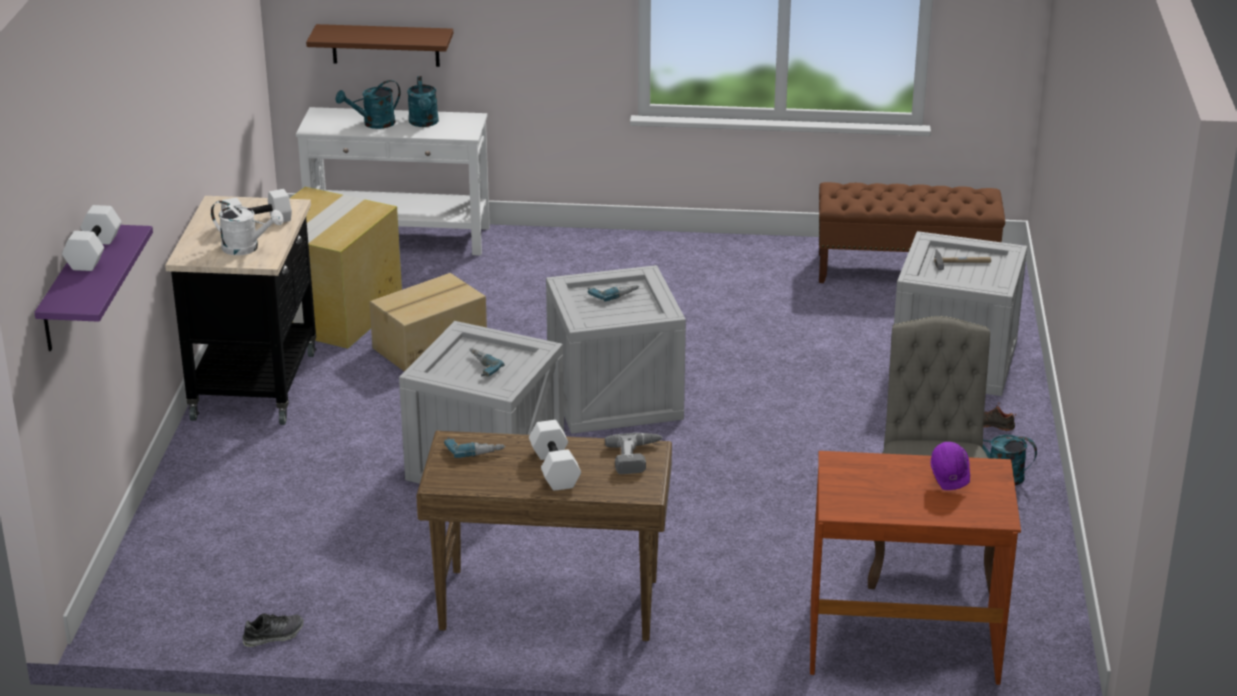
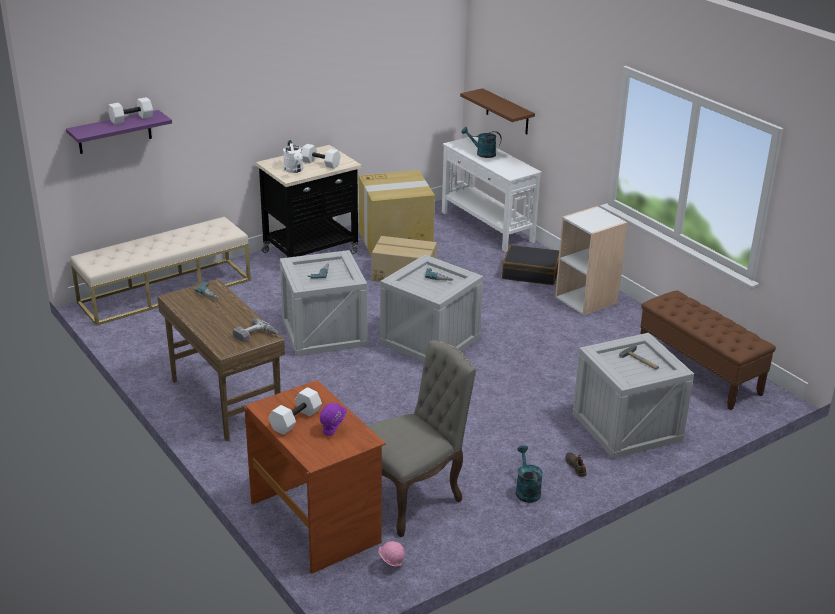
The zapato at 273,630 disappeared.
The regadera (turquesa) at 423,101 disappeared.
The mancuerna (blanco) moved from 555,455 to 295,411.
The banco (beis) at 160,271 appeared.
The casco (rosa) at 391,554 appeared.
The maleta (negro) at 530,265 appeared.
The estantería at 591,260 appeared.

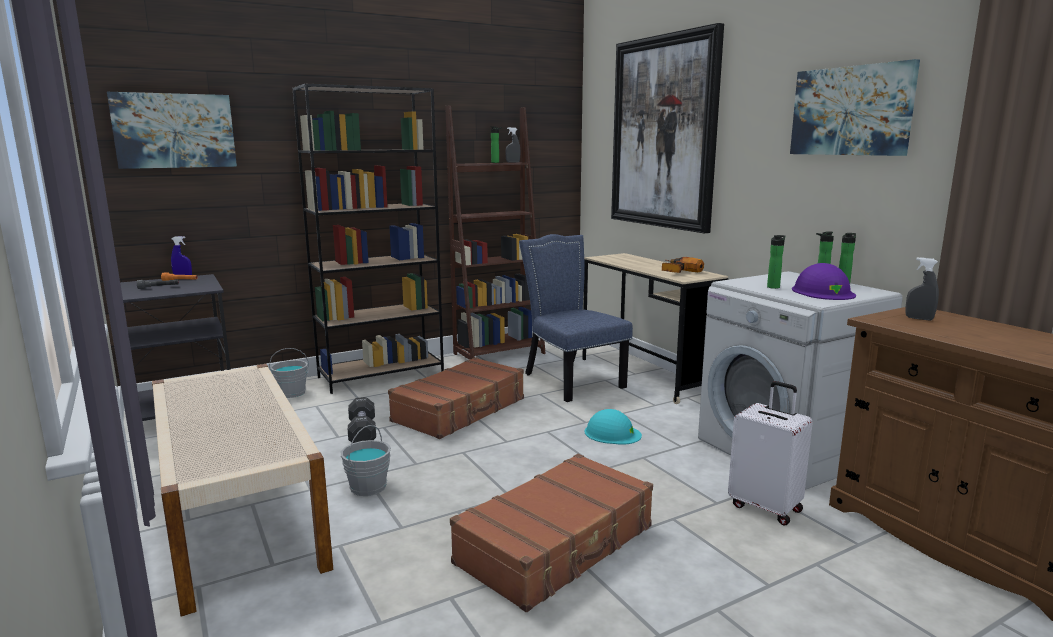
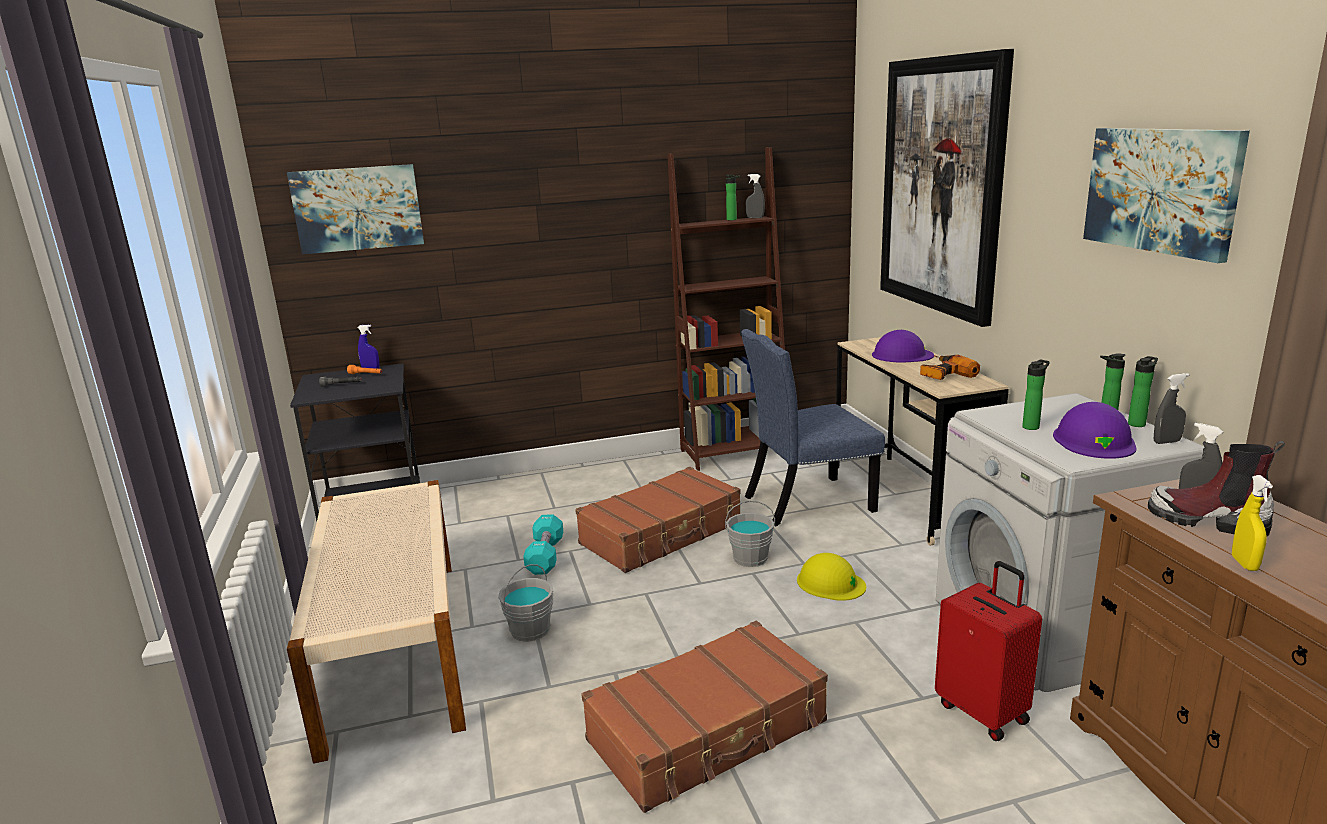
The cubo (gris) moved from 289,373 to 750,534.
The estantería (beis) at 368,239 disappeared.
The mancuerna (negro) at 362,420 became the mancuerna (turquesa) at 543,544.
The silla (azul) at 576,318 turned 90 degrees counterclockwise.
The casco (turquesa) at 613,427 became the casco (amarillo) at 831,577.
The maleta (blanco) at 770,453 became the maleta (rojo) at 988,651.
The casco (morado) at 903,346 appeared.
The bota at 1216,488 appeared.
The pulverizador (gris) at 1171,408 appeared.
The pulverizador (amarillo) at 1252,523 appeared.

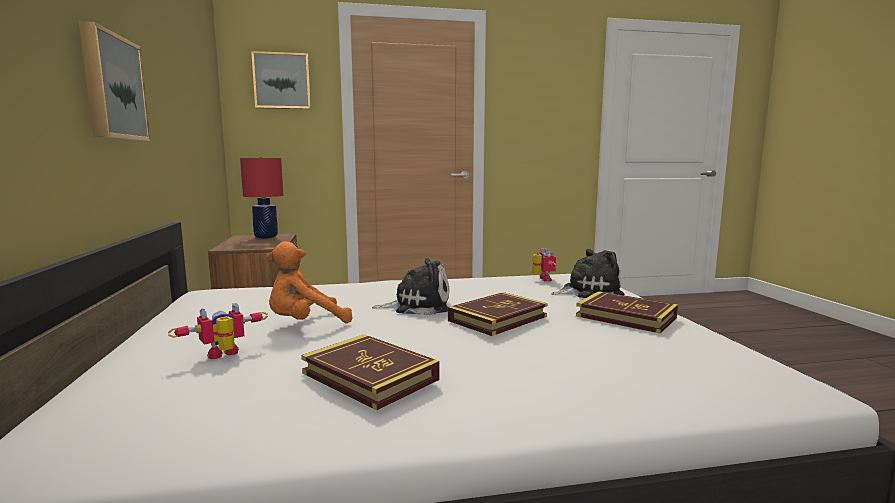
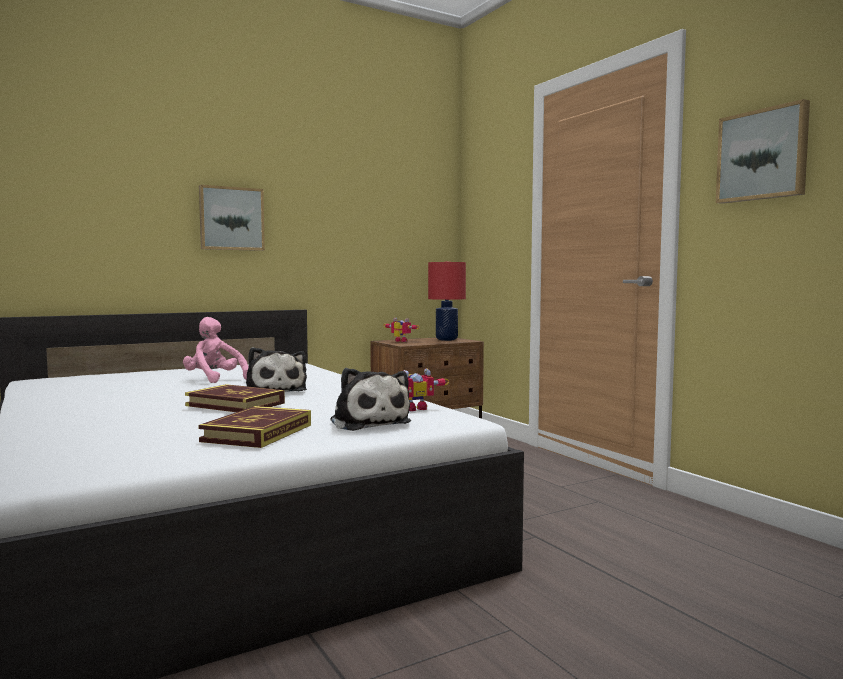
The robot de juguete moved from 218,331 to 401,330.
The cuadro moved from 281,80 to 763,151.
The peluche (naranja) at 309,282 became the peluche (rosa) at 216,350.
The libro at 370,372 disappeared.

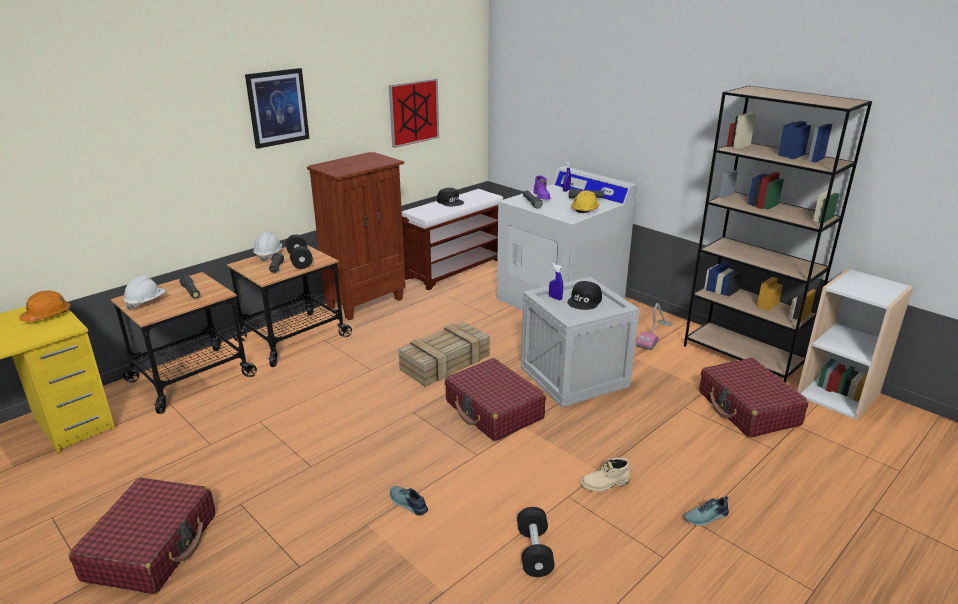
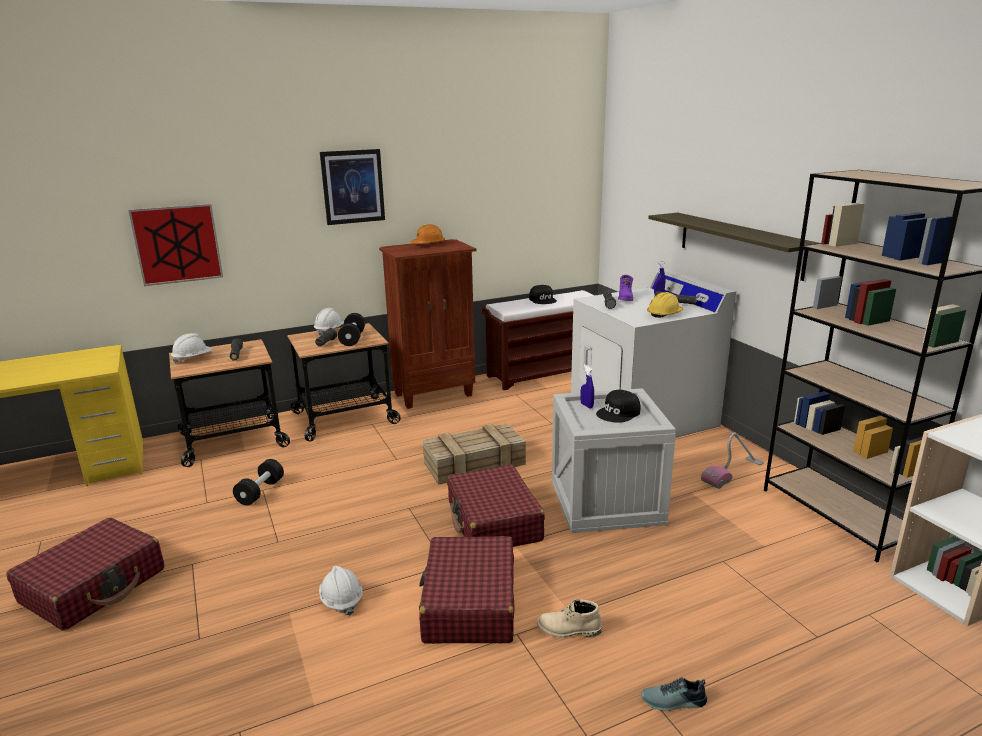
The casco (naranja) moved from 44,306 to 428,234.
The cuadro moved from 414,113 to 175,245.
The zapato at 409,501 was replaced by the casco (blanco) at 341,590.
The mancuerna (negro) moved from 536,542 to 258,482.
The maleta (rojo) moved from 754,398 to 467,590.
The estante at 733,247 appeared.

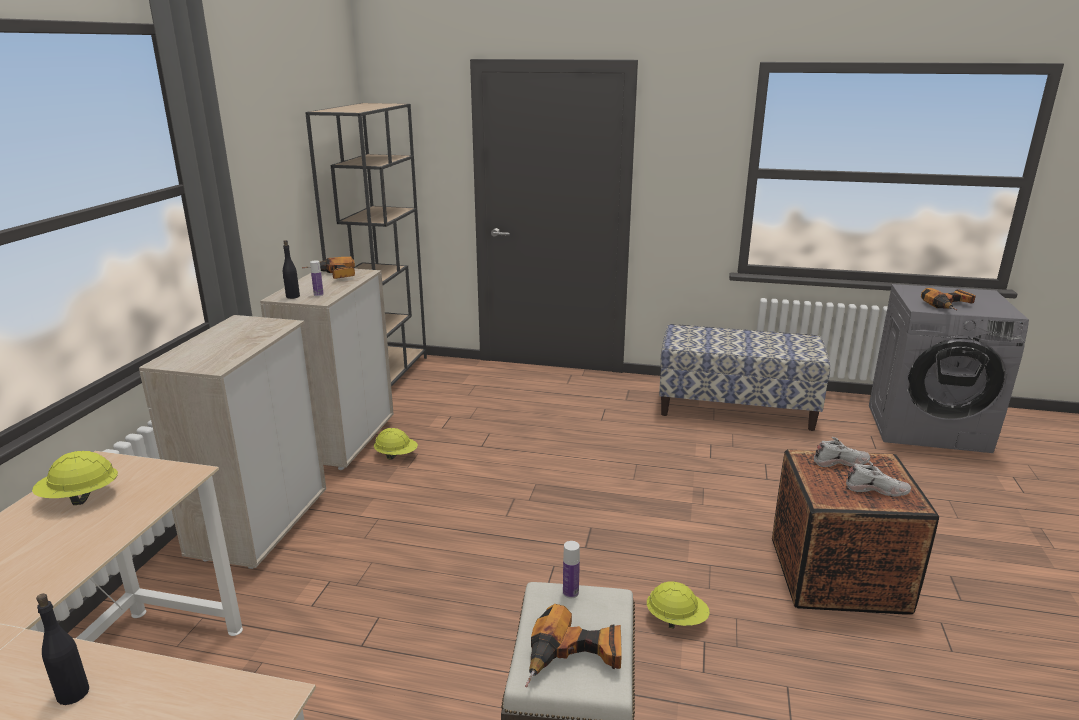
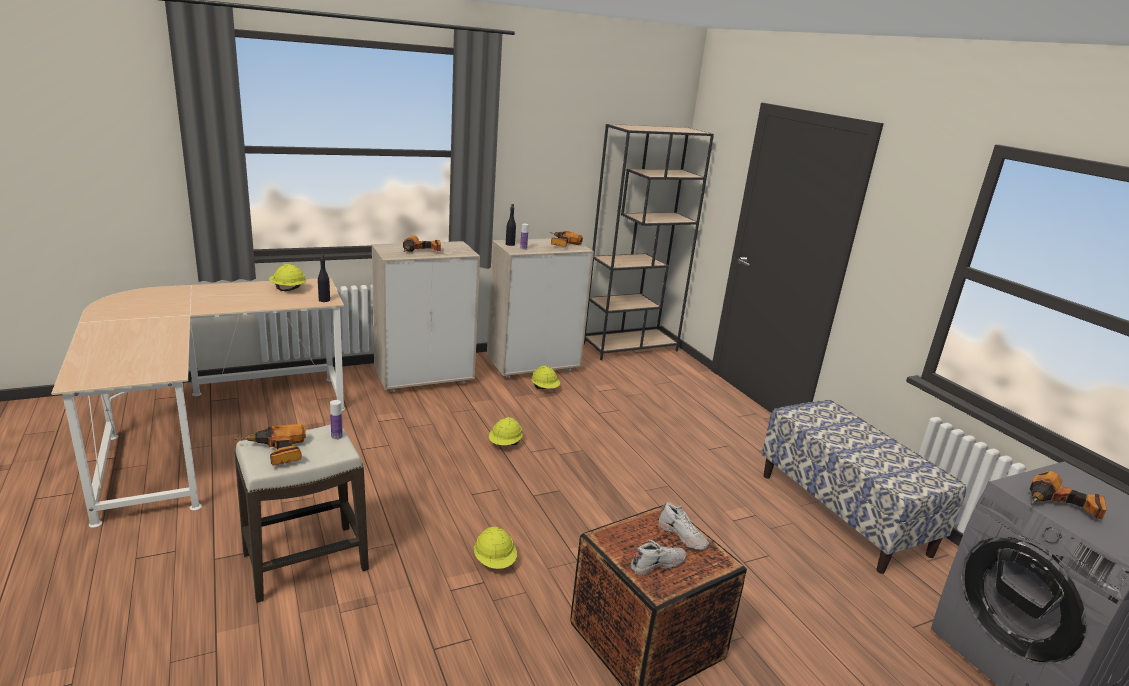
The botella (negro) moved from 62,649 to 324,278.
The zapato (blanco) at 878,479 turned 90 degrees counterclockwise.
The taladro at 422,243 appeared.
The casco (amarillo) at 506,431 appeared.

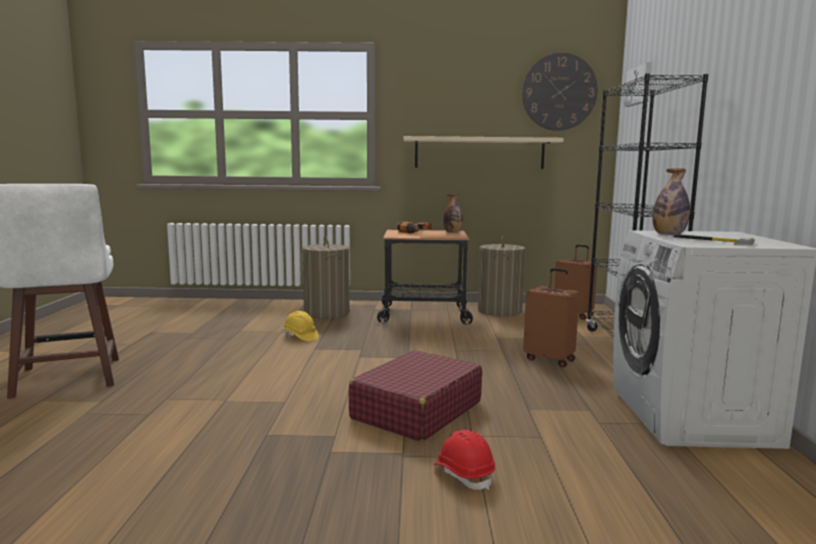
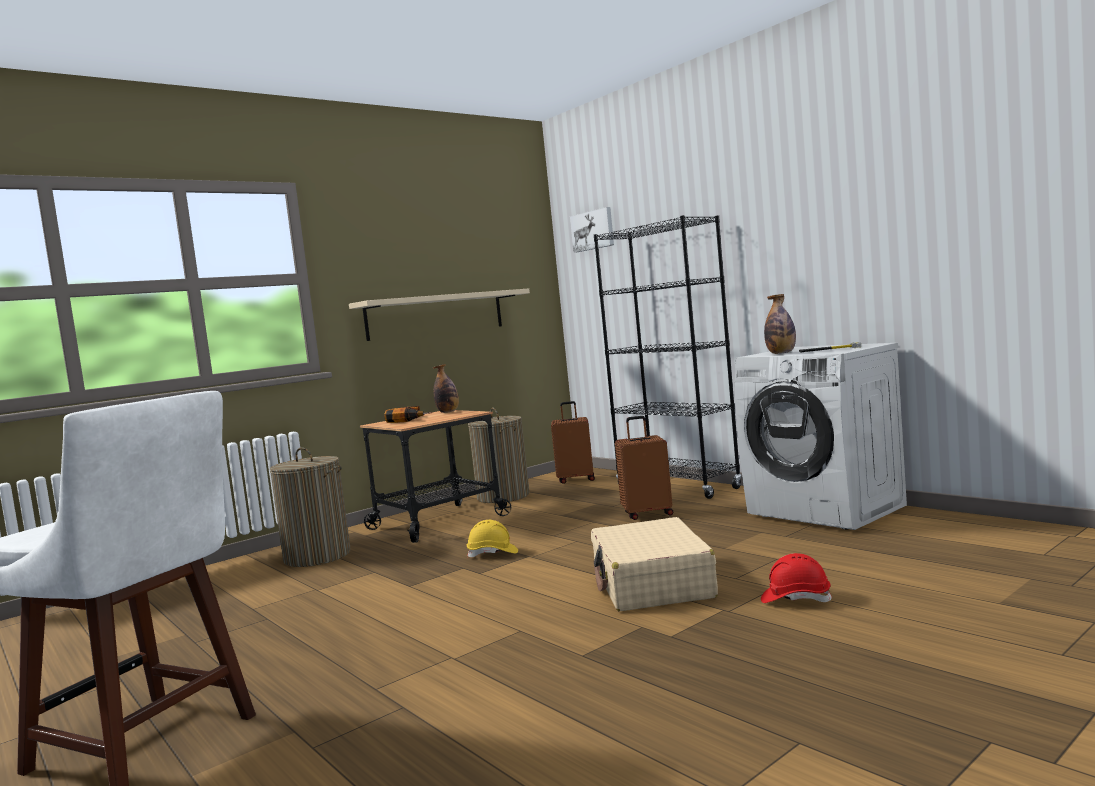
The casco (amarillo) moved from 301,326 to 492,538.
The maleta (rojo) at 415,396 became the maleta (beis) at 654,564.
The reloj de pared at 560,92 disappeared.

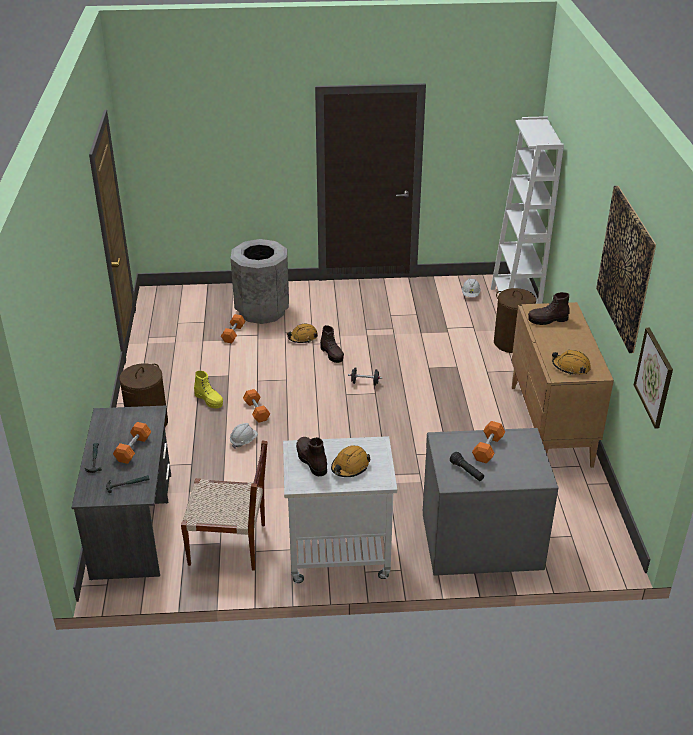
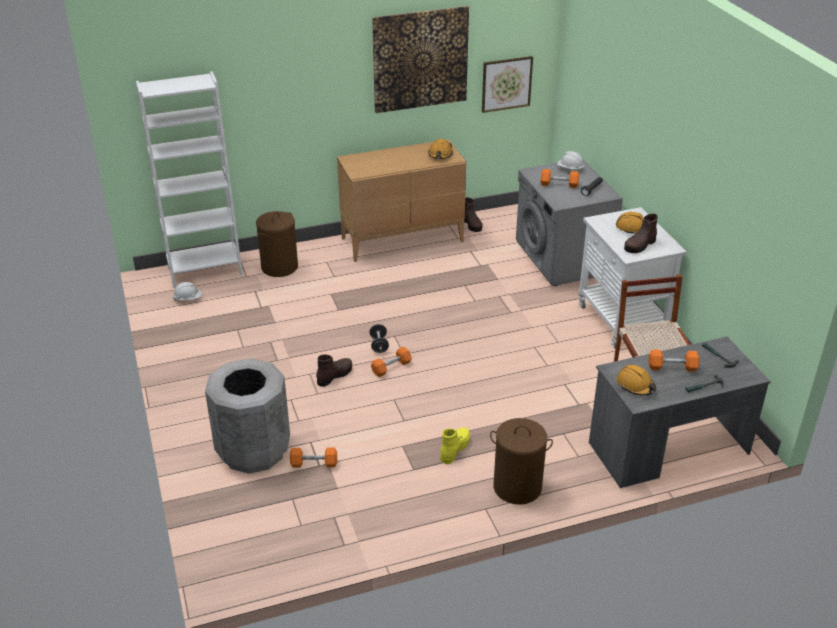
The casco (blanco) moved from 244,435 to 570,161.
The mancuerna (naranja) moved from 256,406 to 391,361.
The casco (naranja) moved from 302,333 to 636,380.
The bota (marrón) moved from 549,308 to 473,214.

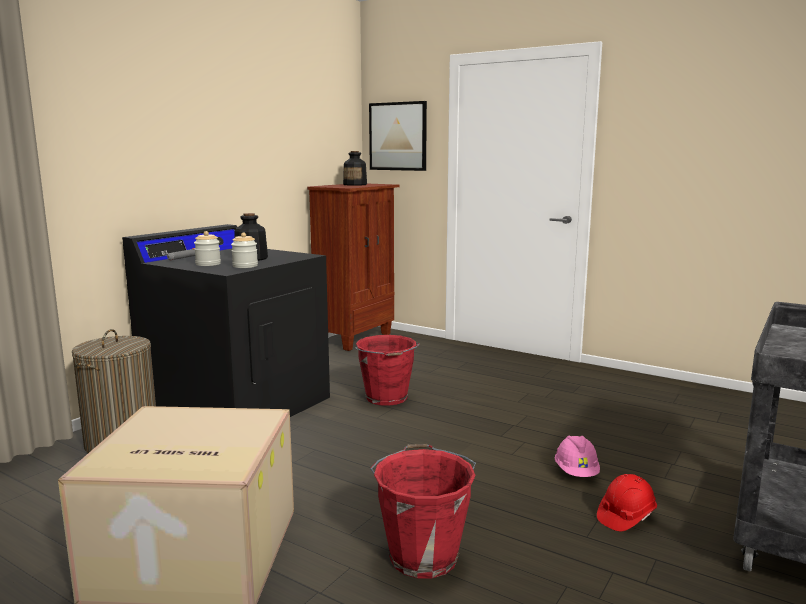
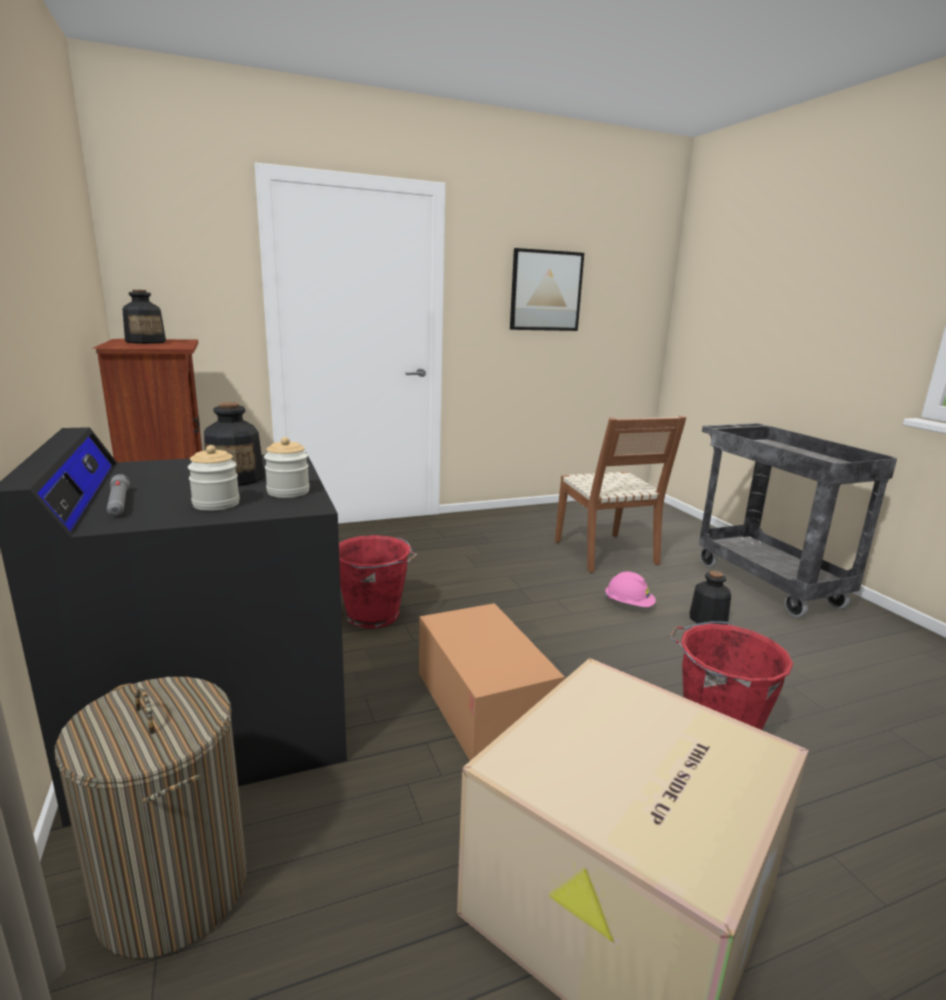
The cuadro moved from 398,136 to 547,289.
The casco (rojo) at 627,502 was replaced by the botella at 710,598.
The caja de cartón at 492,682 appeared.
The silla at 620,494 appeared.

